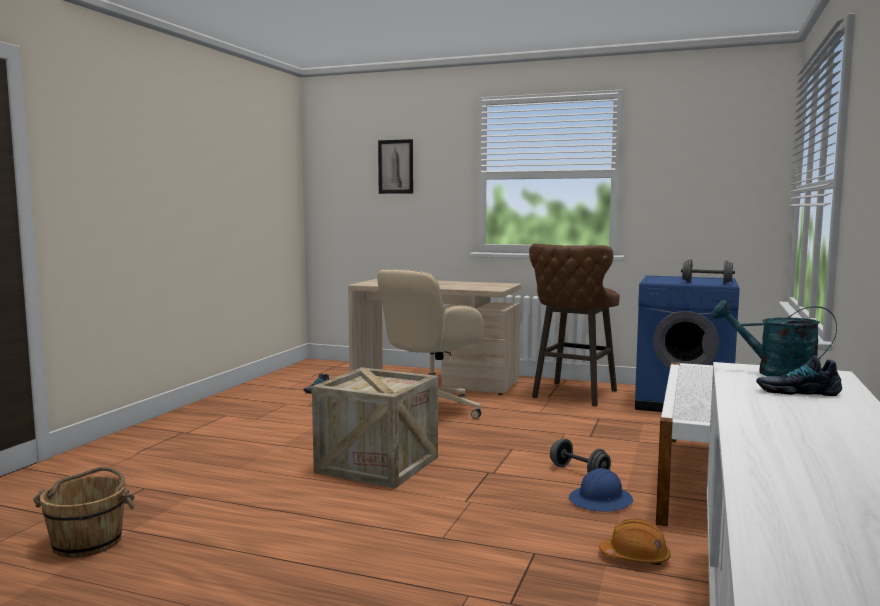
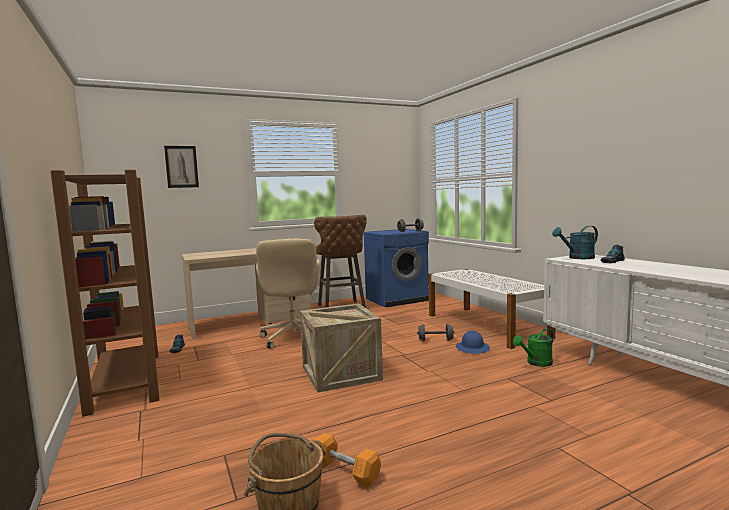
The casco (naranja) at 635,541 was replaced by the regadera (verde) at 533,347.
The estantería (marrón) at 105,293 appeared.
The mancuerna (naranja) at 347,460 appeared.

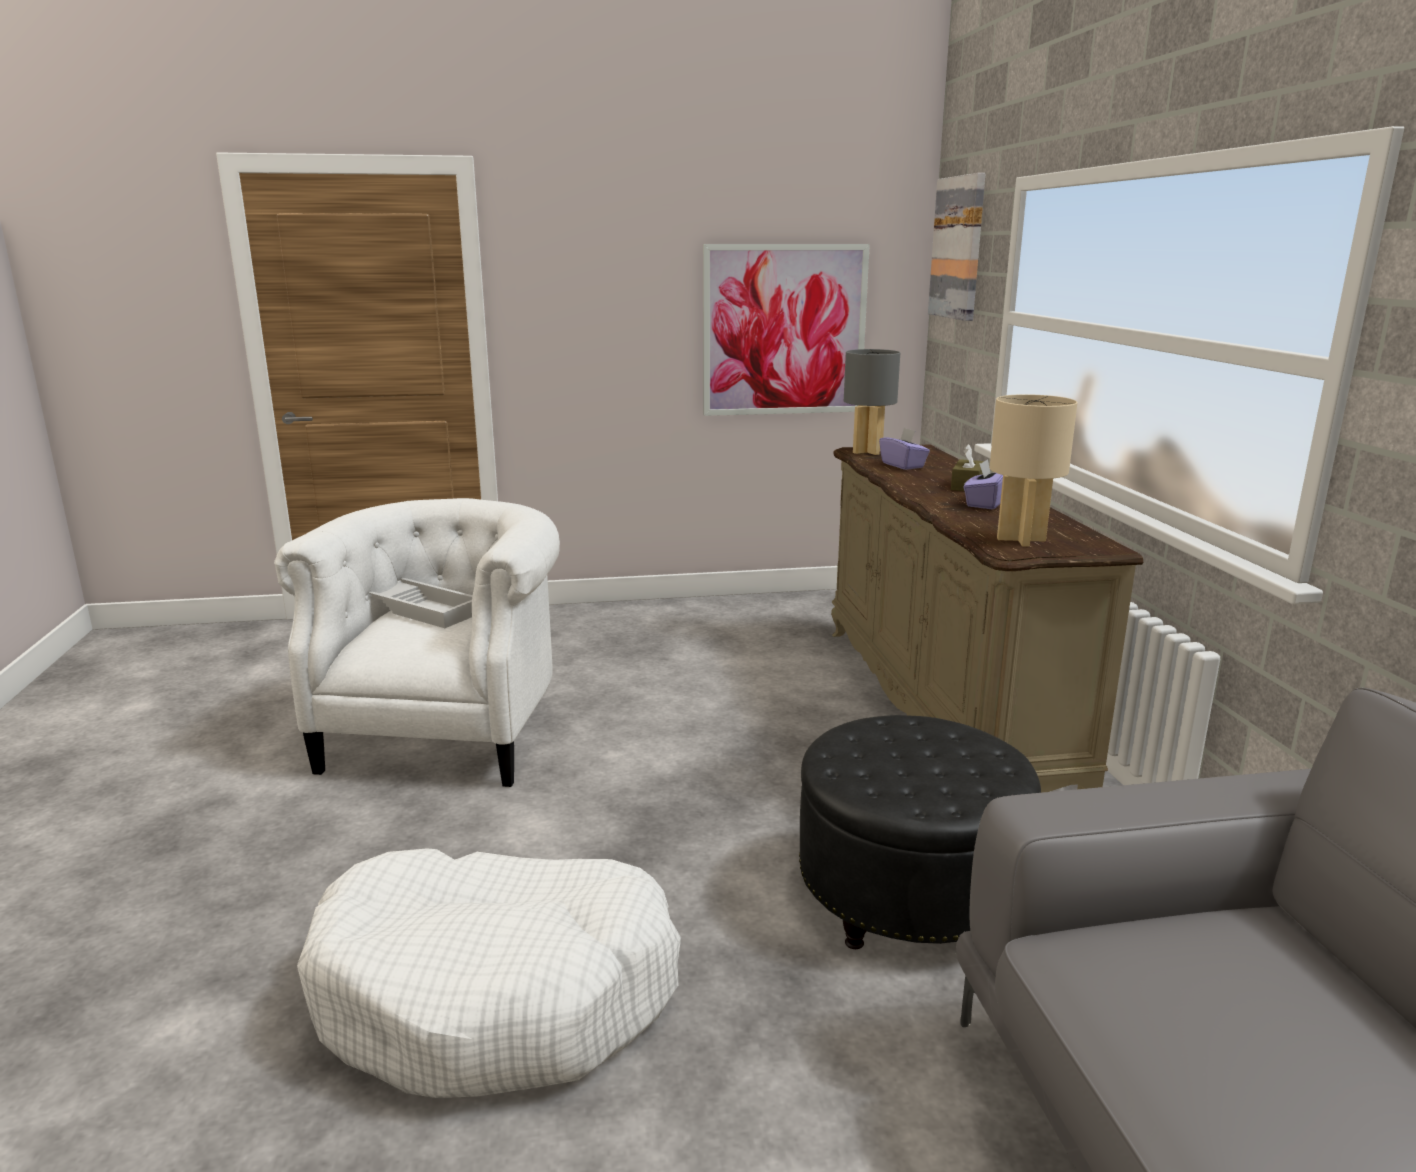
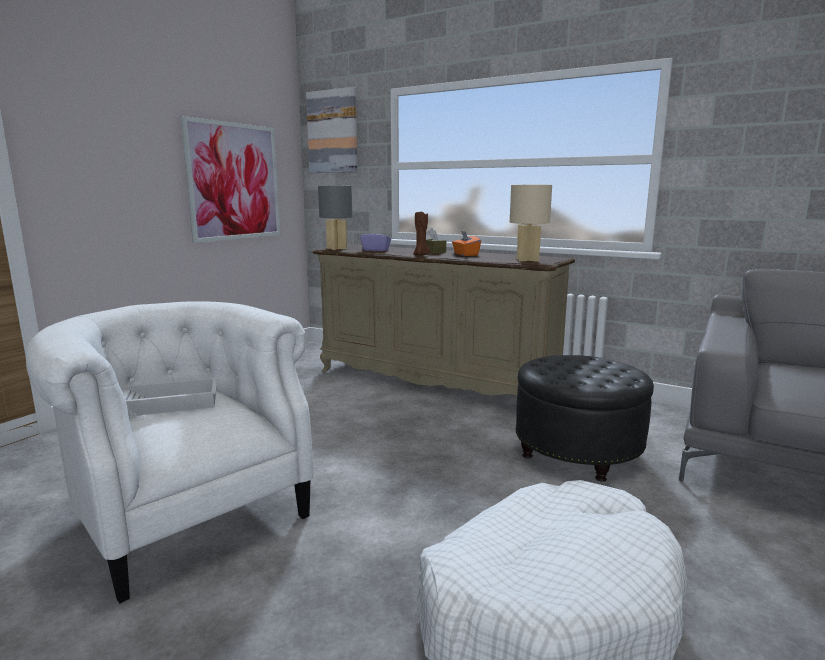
The caja de pañuelos (morado) at 983,484 became the caja de pañuelos (naranja) at 466,243.
The vela (marrón) at 422,233 appeared.

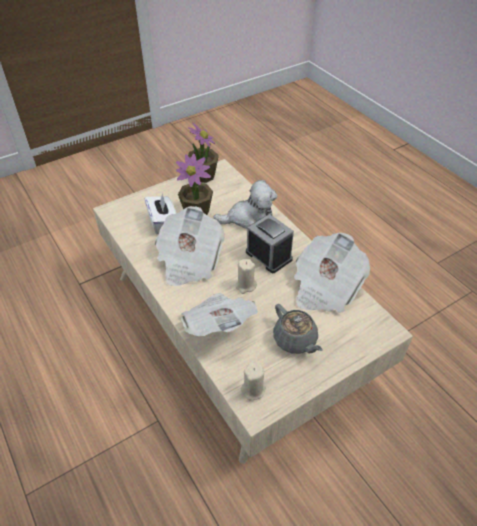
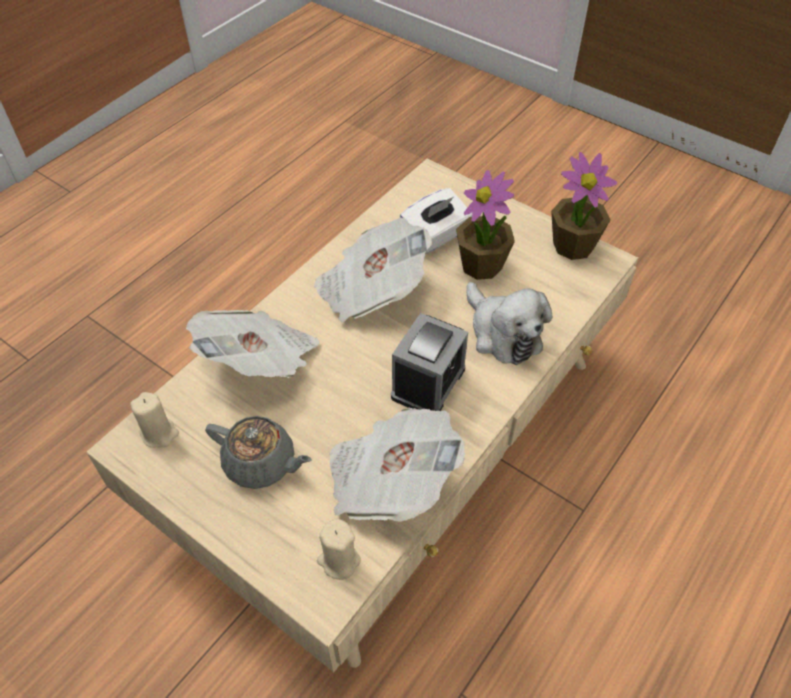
The vela (beis) moved from 246,276 to 339,549.
The tetera (gris) at 298,329 turned 105 degrees counterclockwise.

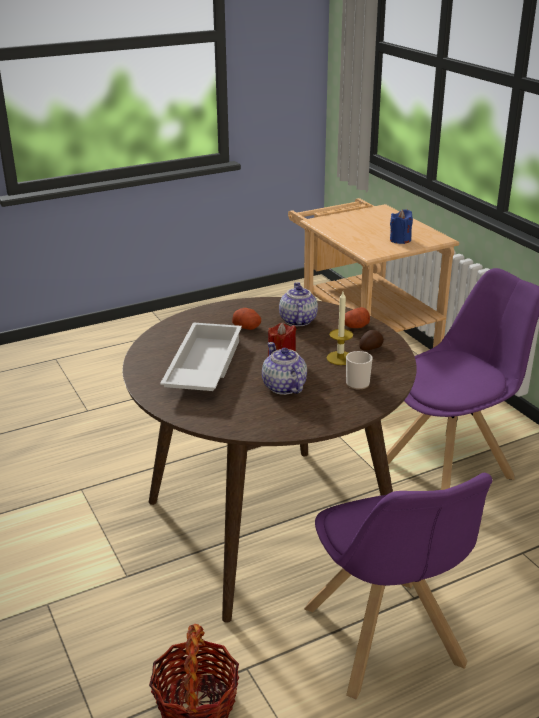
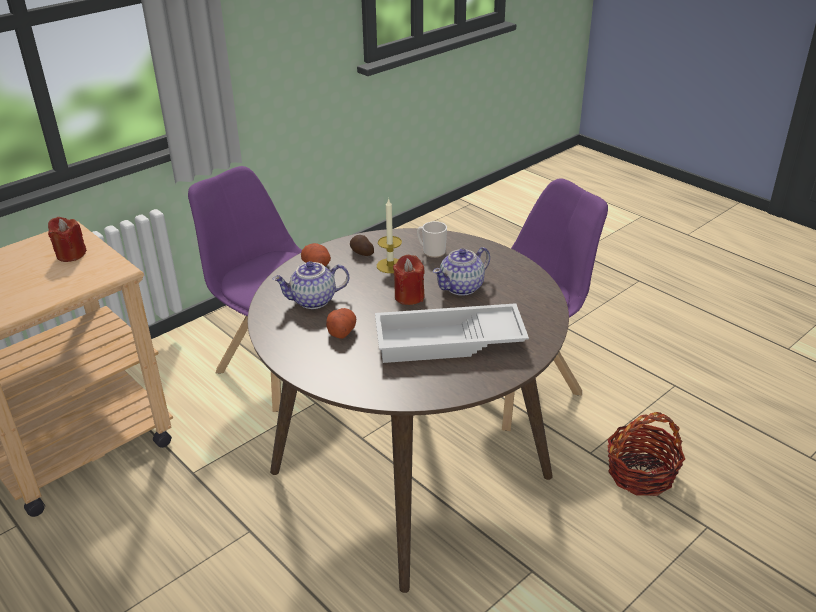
The vela (azul) at 401,226 became the vela (rojo) at 67,239.

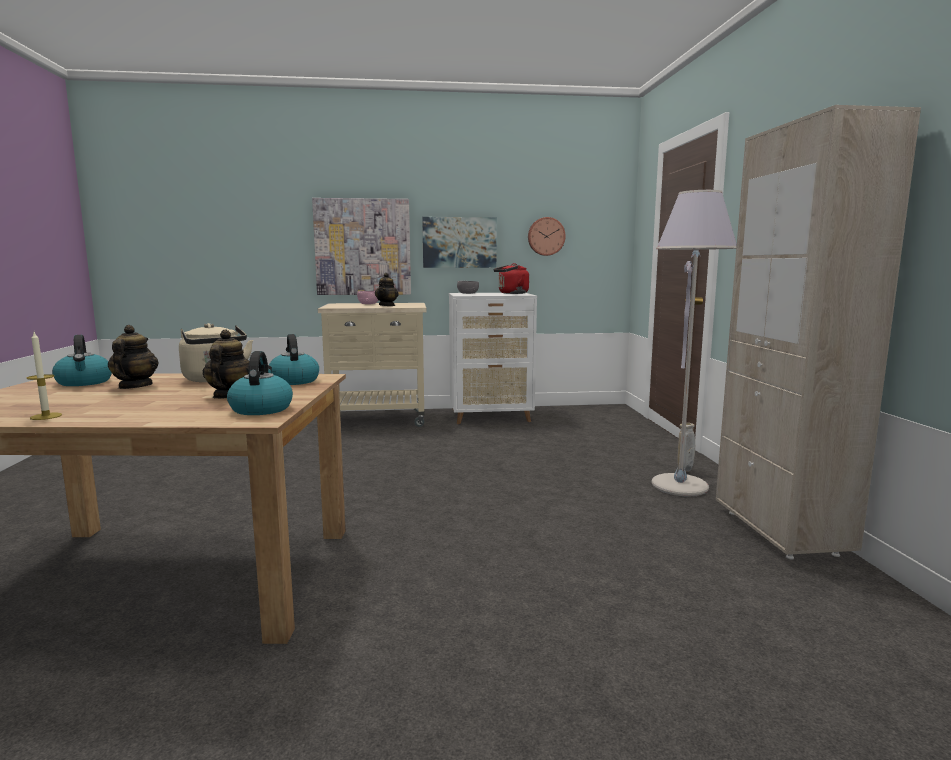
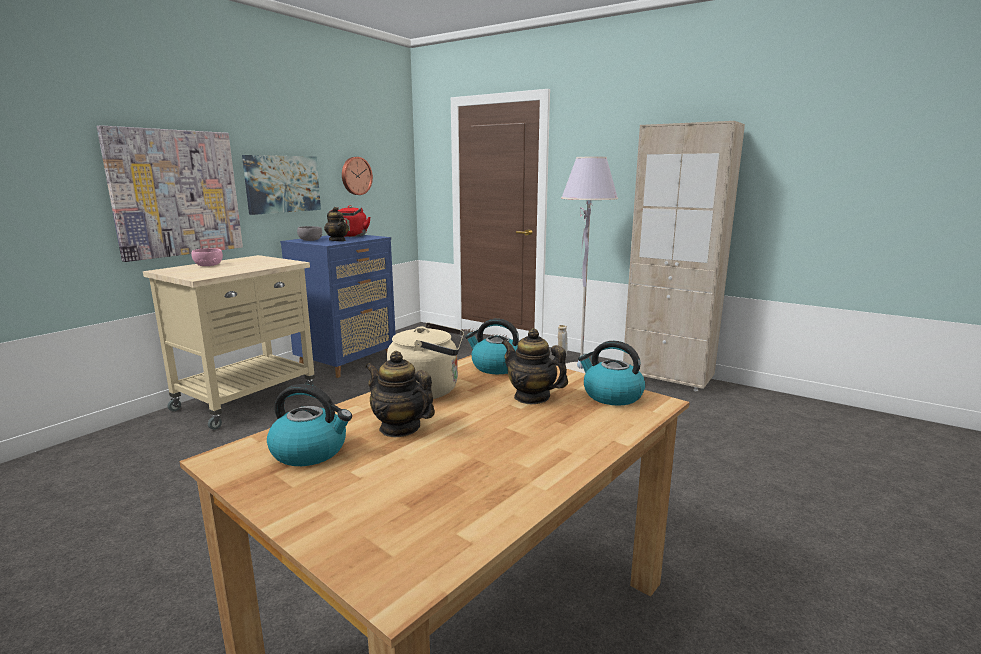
The vela at 44,376 disappeared.
The tetera moved from 387,289 to 336,224.
The cómoda (blanco) at 493,358 became the cómoda (azul) at 338,306.

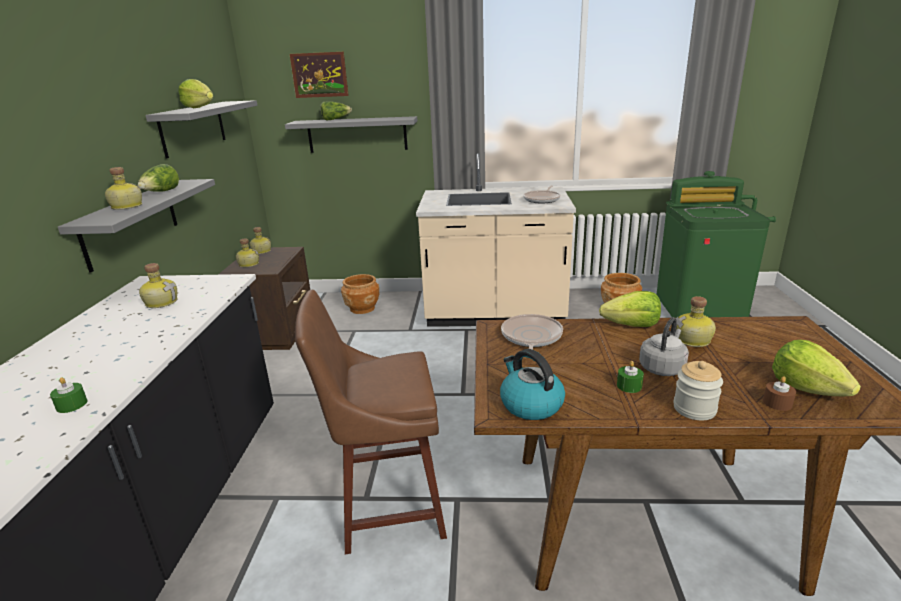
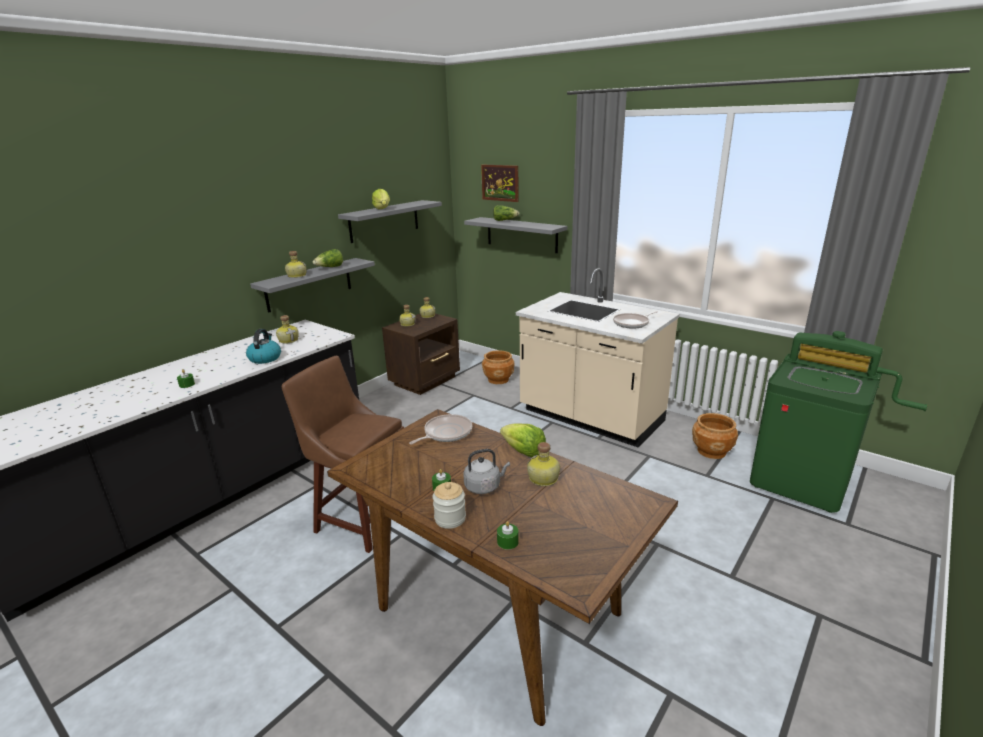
The hervidor moved from 532,384 to 263,346.
The vela (marrón) at 779,393 became the vela (verde) at 508,535.
The lechuga at 816,368 disappeared.

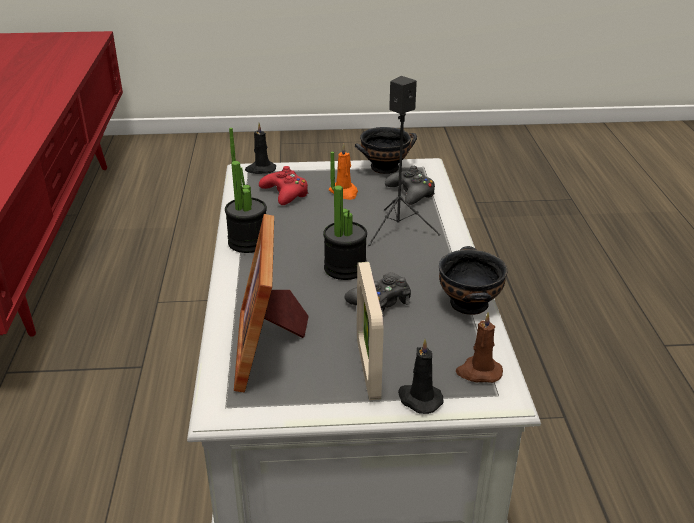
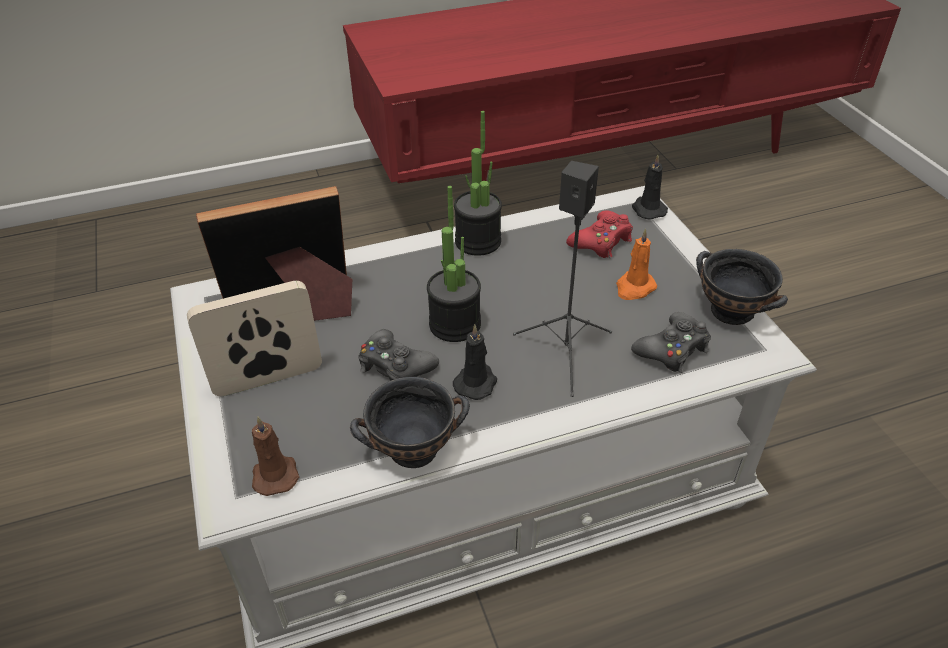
The vela (negro) moved from 420,376 to 475,362.

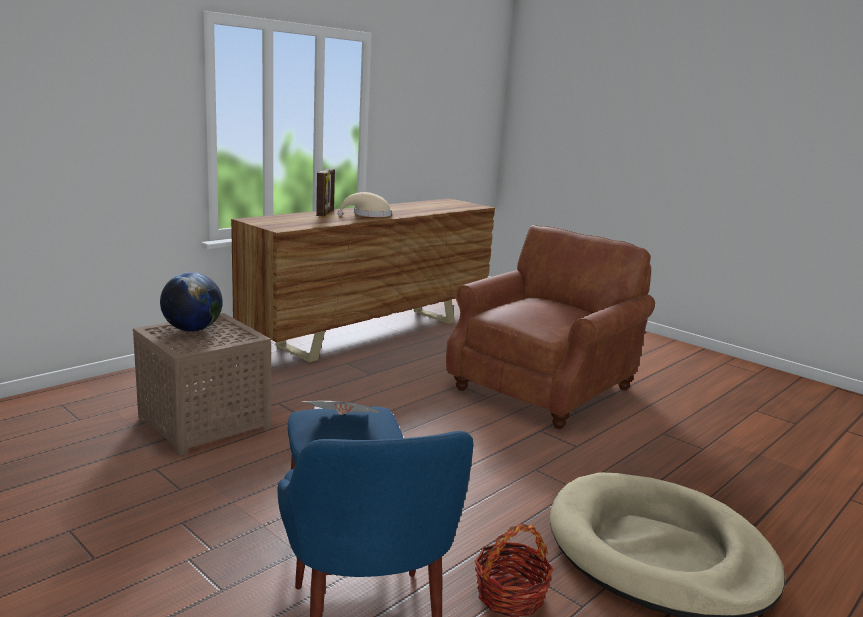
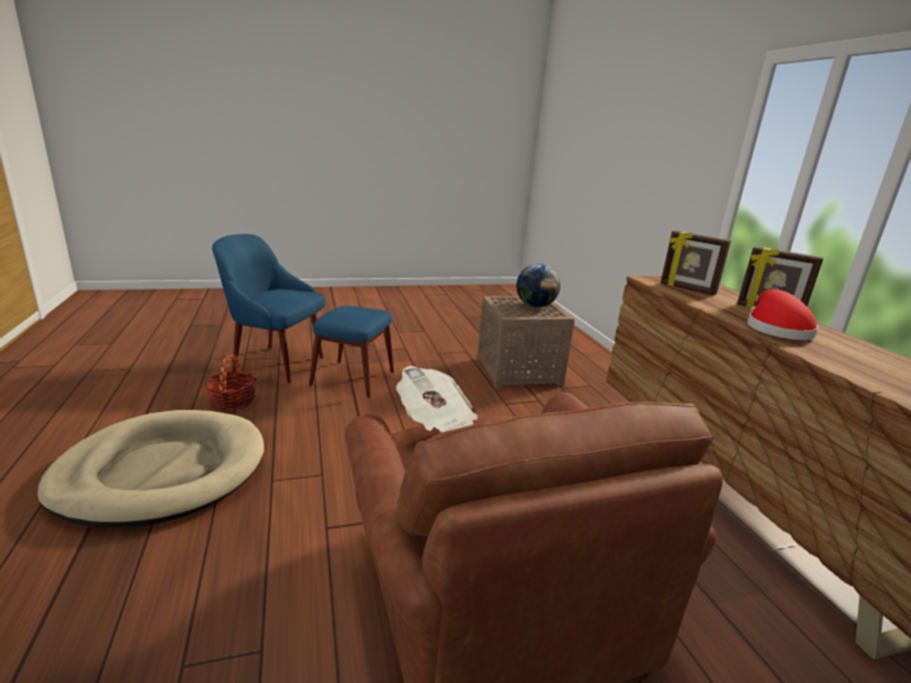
The periódico moved from 341,408 to 437,399.
The sombrero (beis) at 364,204 became the sombrero (rojo) at 782,314.
The portarretratos at 696,263 appeared.

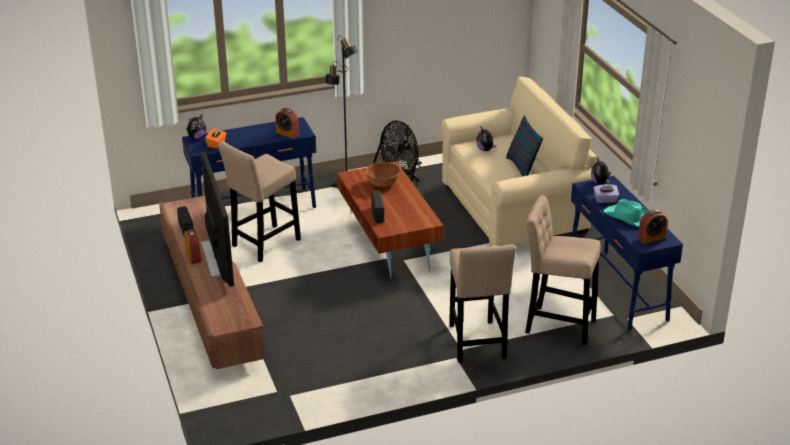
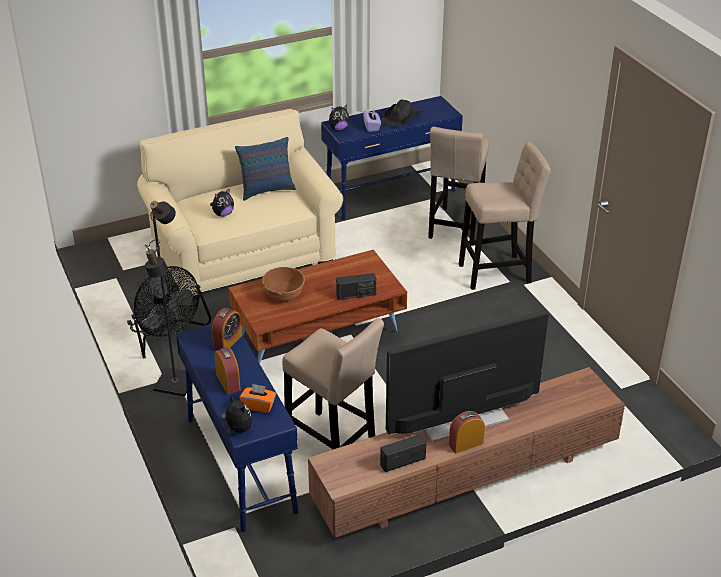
The sombrero (turquesa) at 626,213 became the sombrero (negro) at 401,113.
The despertador moved from 653,226 to 227,370.

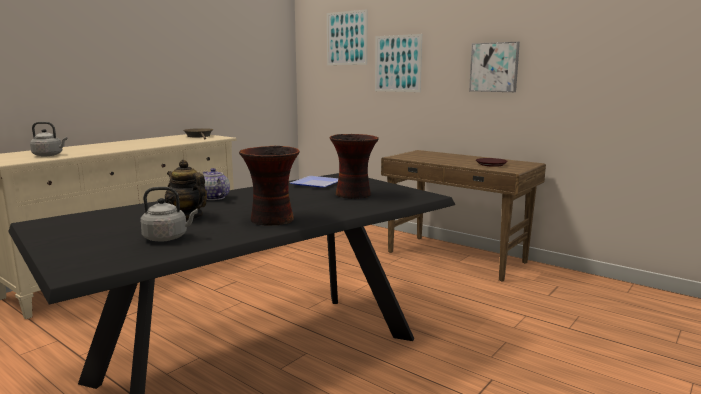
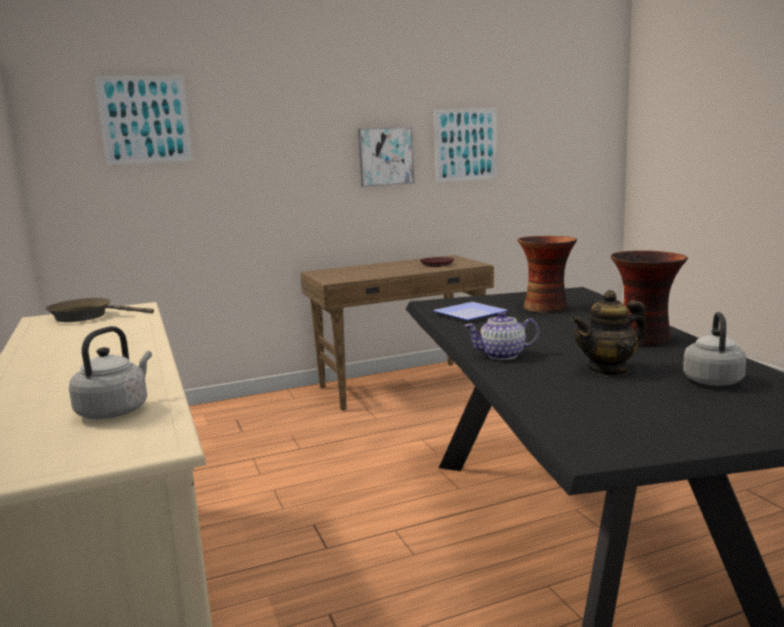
The cuadro moved from 398,63 to 466,145.

